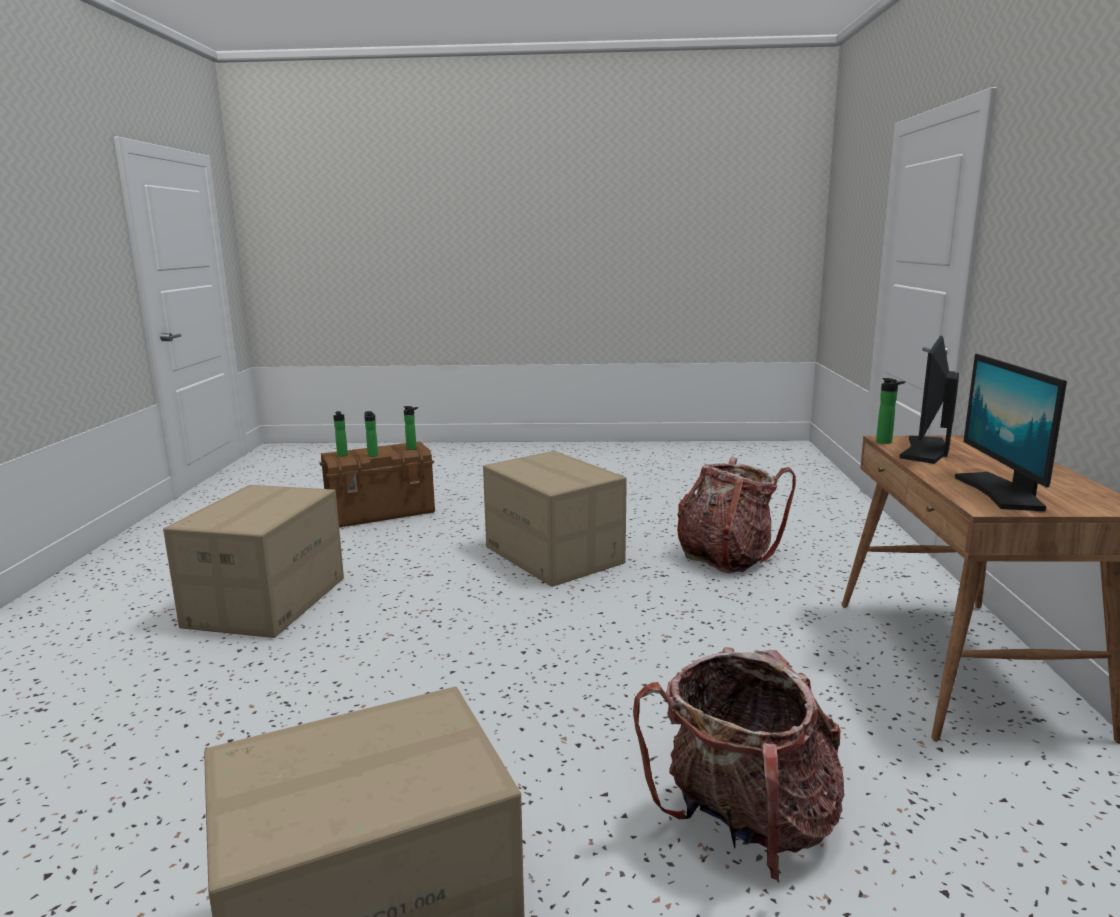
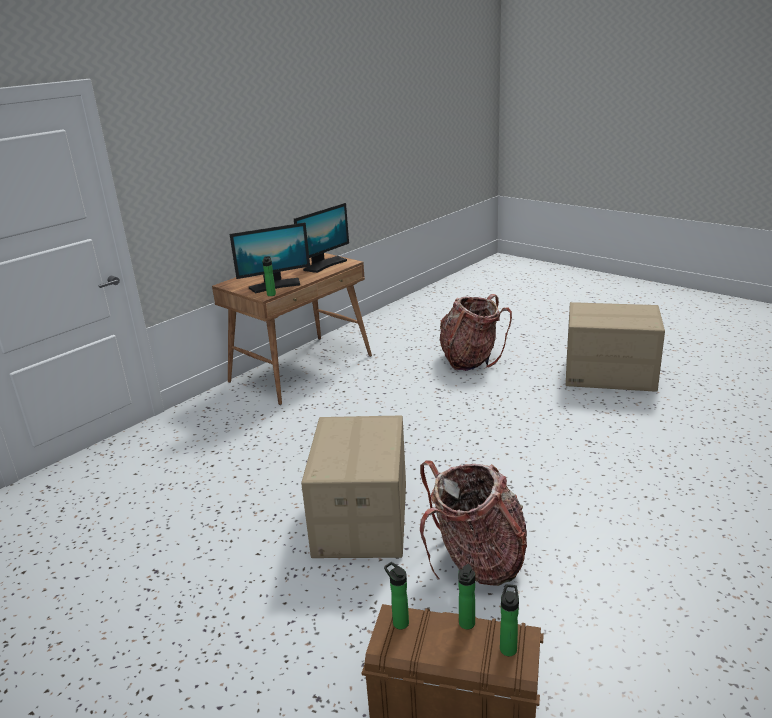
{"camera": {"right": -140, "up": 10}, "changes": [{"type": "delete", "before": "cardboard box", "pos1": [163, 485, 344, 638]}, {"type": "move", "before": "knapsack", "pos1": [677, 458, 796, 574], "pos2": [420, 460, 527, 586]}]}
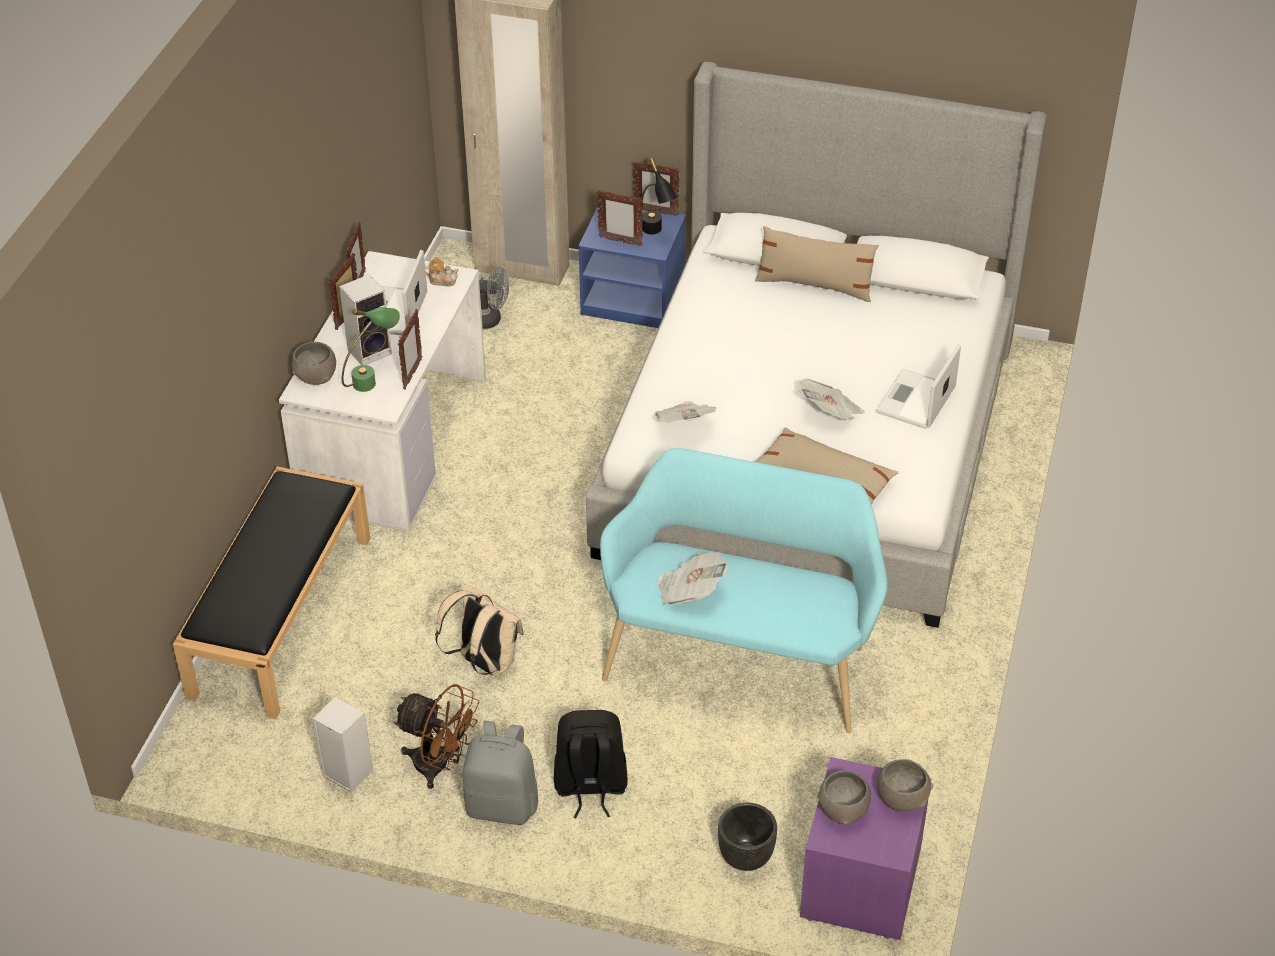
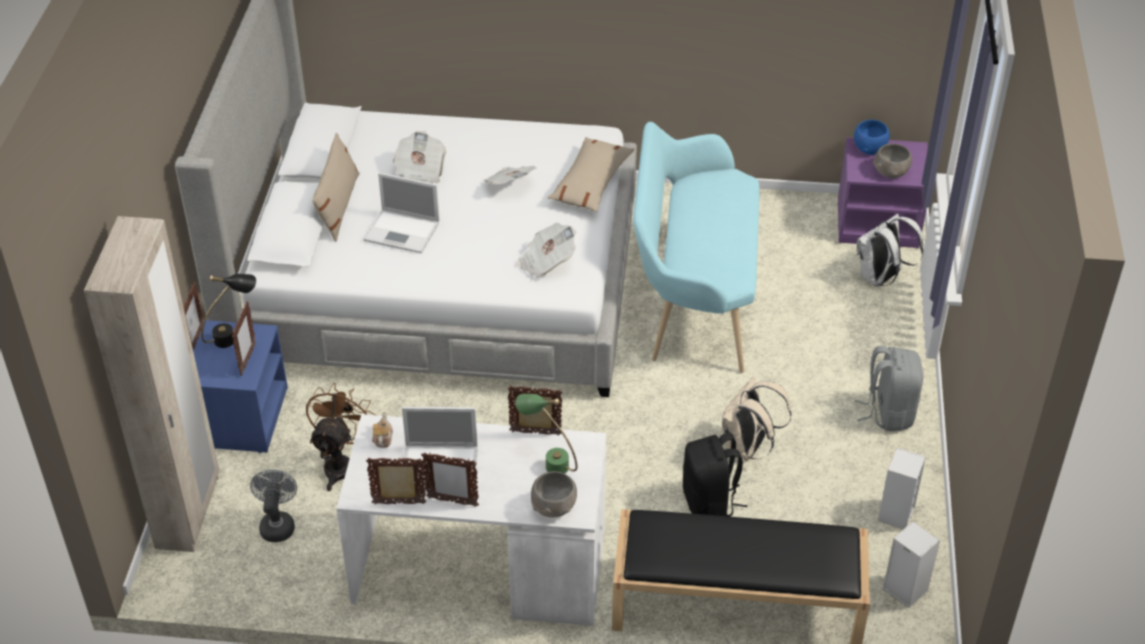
{"camera": {"right": -100, "up": 0}, "changes": [{"type": "move", "before": "audio speaker", "pos1": [339, 274, 392, 365], "pos2": [883, 521, 940, 608]}, {"type": "move", "before": "fan (brown-coloured)", "pos1": [393, 684, 479, 789], "pos2": [306, 383, 375, 491]}, {"type": "move", "before": "knapsack (blackish)", "pos1": [554, 710, 628, 818], "pos2": [683, 432, 747, 517]}, {"type": "move", "before": "newspaper", "pos1": [657, 552, 728, 605], "pos2": [393, 131, 446, 183]}, {"type": "move", "before": "portable computer", "pos1": [876, 344, 961, 429], "pos2": [364, 172, 440, 253]}, {"type": "replace", "before": "planter (blackish)", "after": "knapsack (white-coloured)", "pos1": [718, 802, 777, 871], "pos2": [857, 214, 923, 287]}, {"type": "recolor", "before": "serving bowl (gray)", "after": "serving bowl (bluish)", "pos1": [877, 759, 933, 812], "pos2": [854, 120, 890, 155]}]}
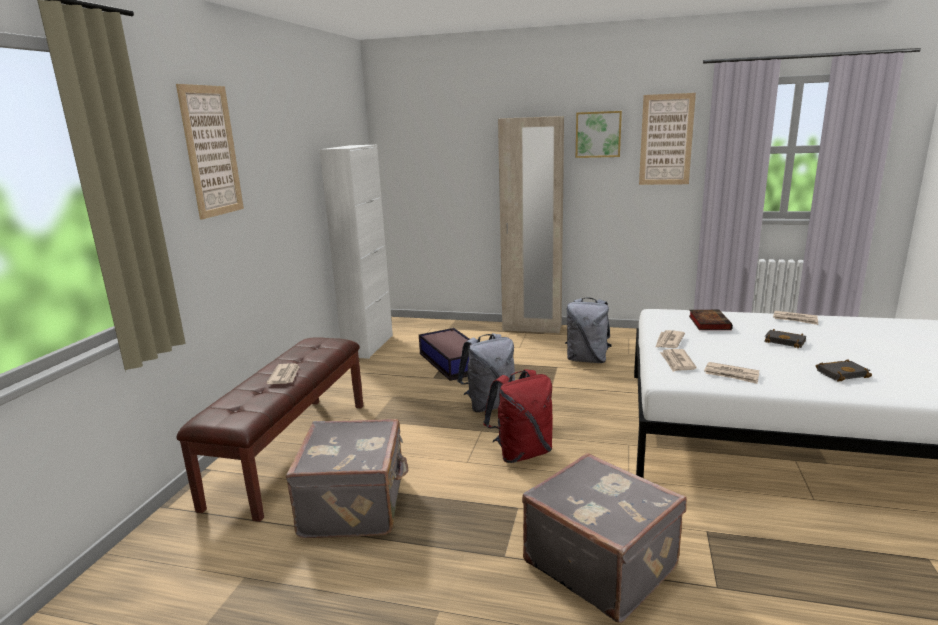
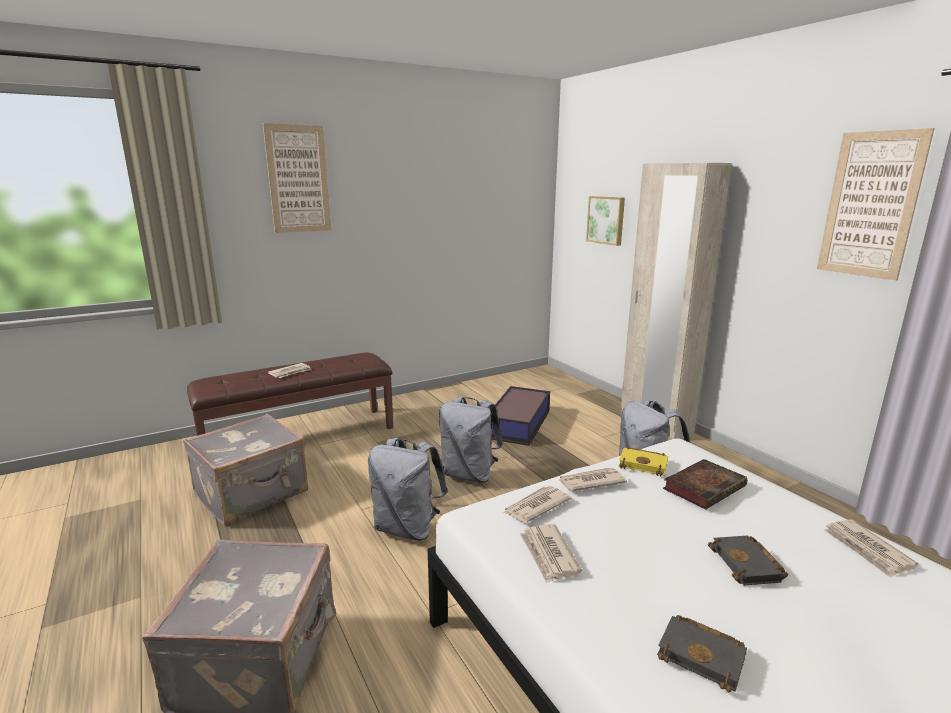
{"camera": {"right": 45, "up": 0}, "changes": [{"type": "delete", "before": "cupboard (white-coloured)", "pos1": [319, 145, 393, 359]}, {"type": "insert", "after": "volume (yellowish)", "pos2": [618, 446, 668, 476]}, {"type": "move", "before": "wall picture", "pos1": [576, 111, 622, 158], "pos2": [586, 196, 625, 246]}, {"type": "recolor", "before": "knapsack (red)", "after": "knapsack (gray)", "pos1": [483, 369, 553, 463], "pos2": [368, 437, 448, 540]}]}
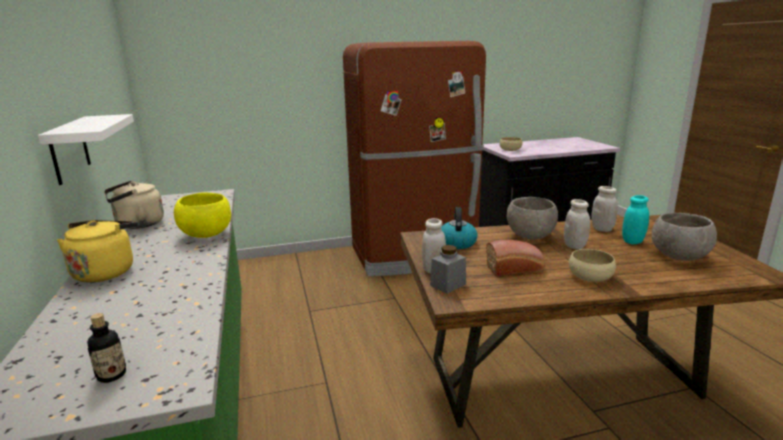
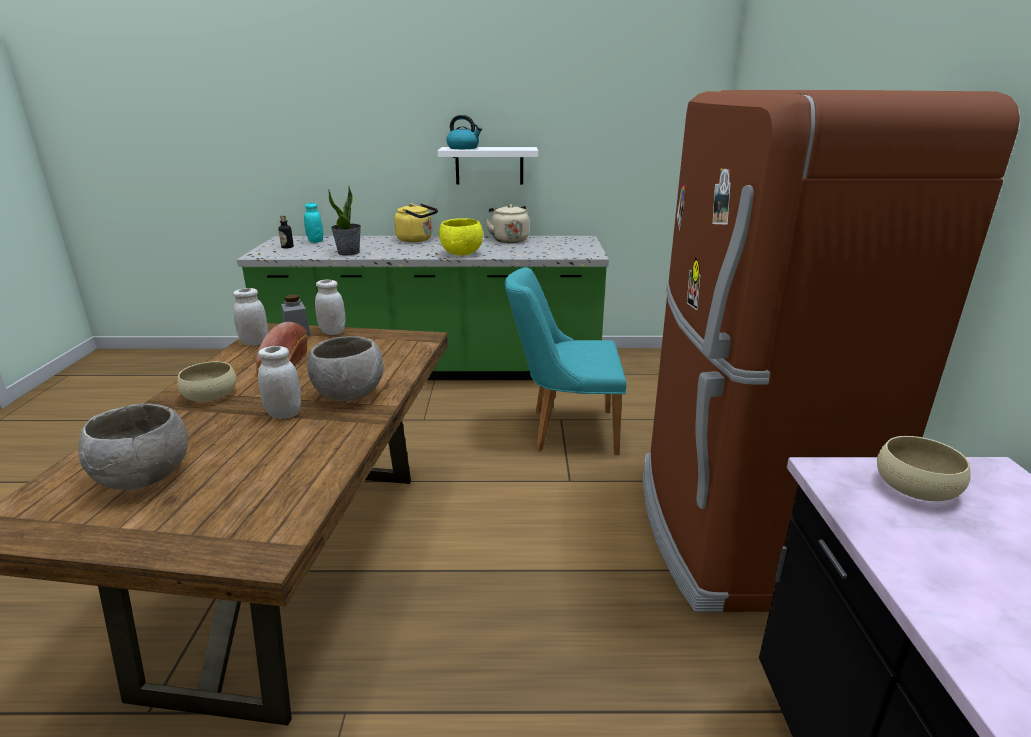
{"camera": {"right": 105, "up": 5}, "changes": [{"type": "insert", "after": "potted plant", "pos2": [328, 186, 361, 256]}, {"type": "insert", "after": "upright chair (turquoise)", "pos2": [505, 267, 626, 455]}, {"type": "move", "before": "tea kettle", "pos1": [441, 207, 478, 249], "pos2": [446, 115, 482, 149]}, {"type": "move", "before": "storage jar (white-coloured)", "pos1": [591, 186, 618, 232], "pos2": [233, 288, 268, 346]}, {"type": "move", "before": "storage jar (turquoise)", "pos1": [622, 195, 649, 244], "pos2": [304, 203, 323, 243]}]}
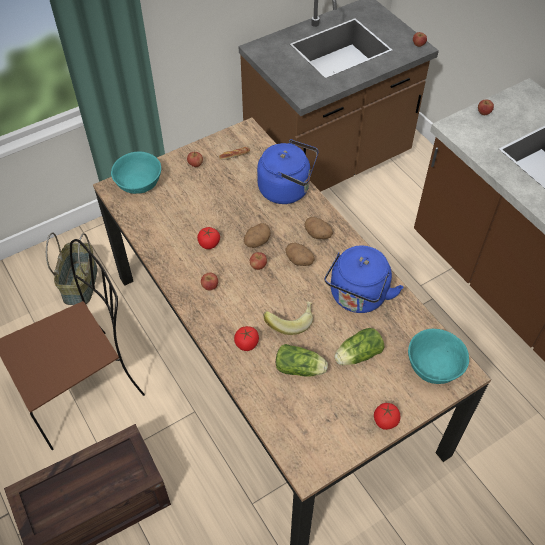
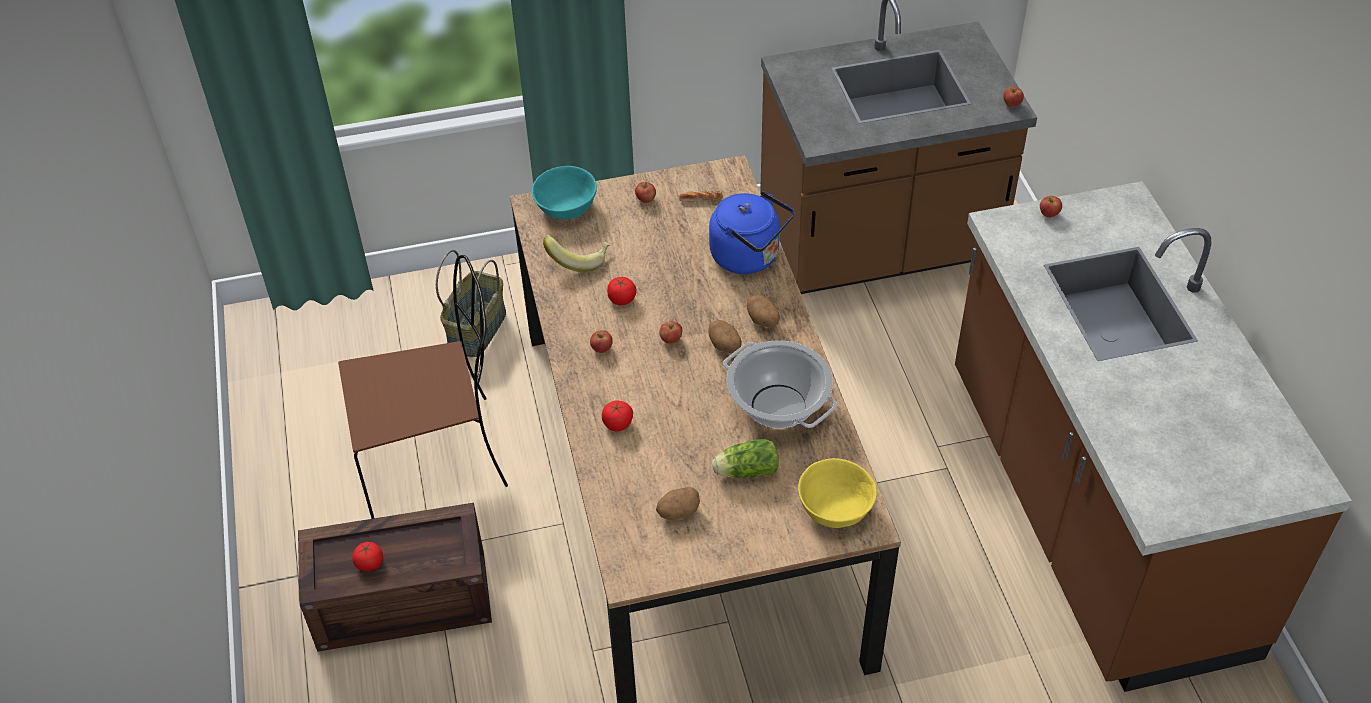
{"camera": {"right": 20, "up": -5}, "changes": [{"type": "delete", "before": "lettuce", "pos1": [276, 344, 328, 377]}, {"type": "move", "before": "whole potato", "pos1": [244, 223, 271, 248], "pos2": [656, 487, 700, 520]}, {"type": "move", "before": "banana", "pos1": [264, 302, 313, 335], "pos2": [543, 235, 610, 272]}, {"type": "move", "before": "whole tomato", "pos1": [374, 403, 400, 430], "pos2": [352, 542, 383, 571]}, {"type": "replace", "before": "tea kettle (bluish)", "after": "saucepot", "pos1": [324, 246, 403, 313], "pos2": [723, 340, 837, 428]}, {"type": "recolor", "before": "serving bowl (turquoise)", "after": "serving bowl (yellowish)", "pos1": [408, 329, 469, 384], "pos2": [798, 458, 877, 528]}]}
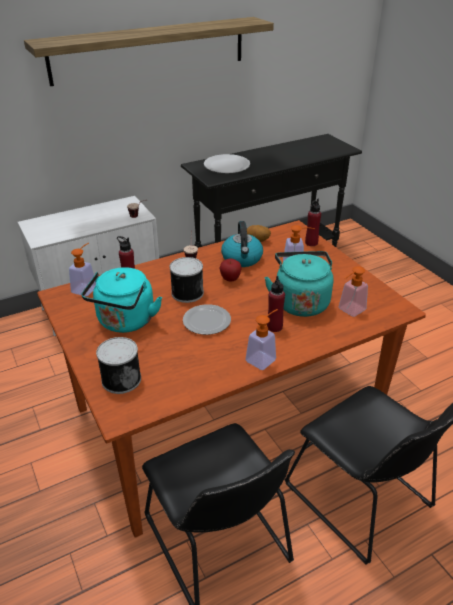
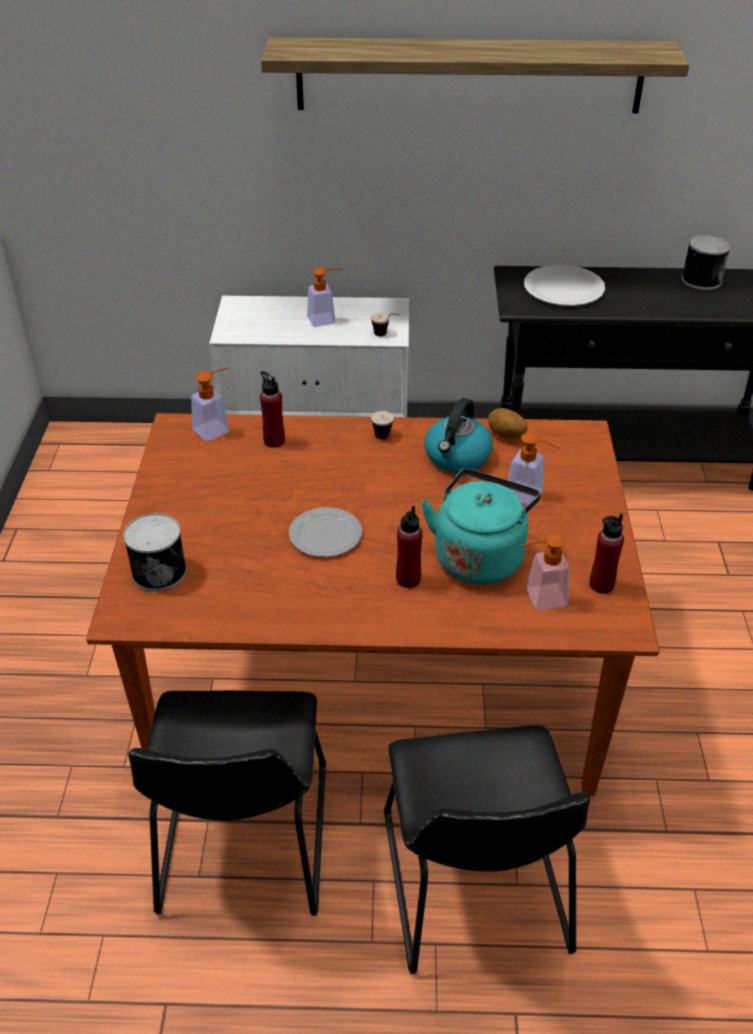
{"camera": {"right": 30, "up": 5}, "changes": [{"type": "delete", "before": "tea kettle (turquoise)", "pos1": [81, 267, 162, 333]}, {"type": "delete", "before": "whole apple", "pos1": [220, 258, 242, 282]}, {"type": "move", "before": "metal can", "pos1": [170, 257, 204, 303], "pos2": [681, 234, 731, 290]}, {"type": "move", "before": "liquid soap bottle", "pos1": [245, 309, 278, 370], "pos2": [307, 268, 343, 327]}, {"type": "move", "before": "beverage bottle (red)", "pos1": [305, 199, 321, 246], "pos2": [589, 514, 624, 594]}]}
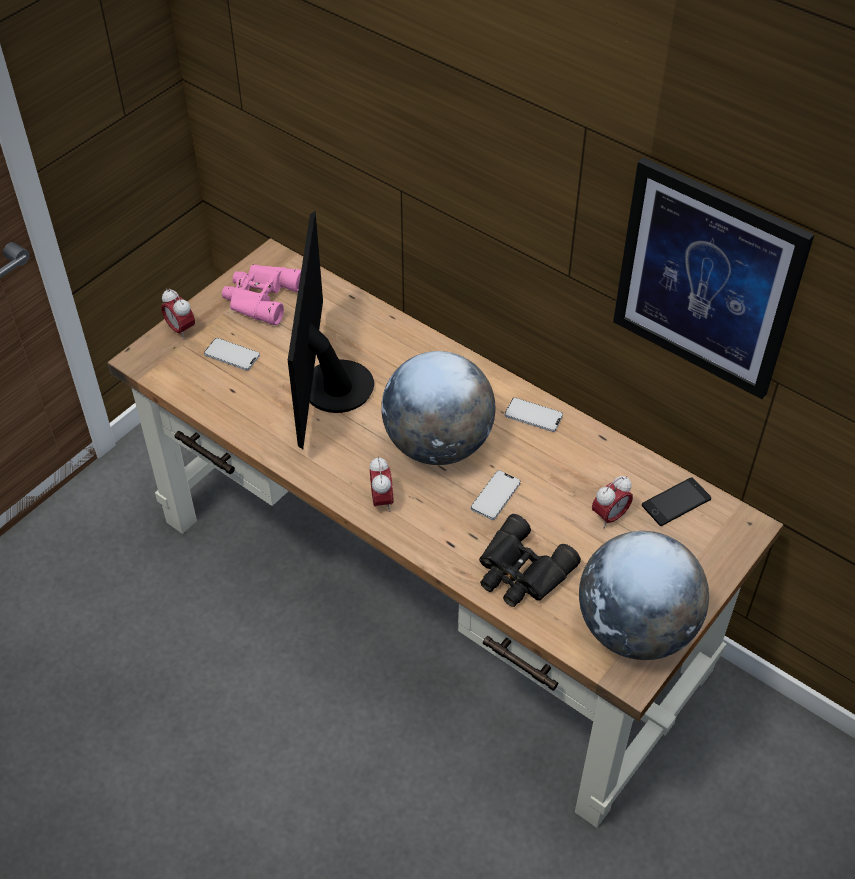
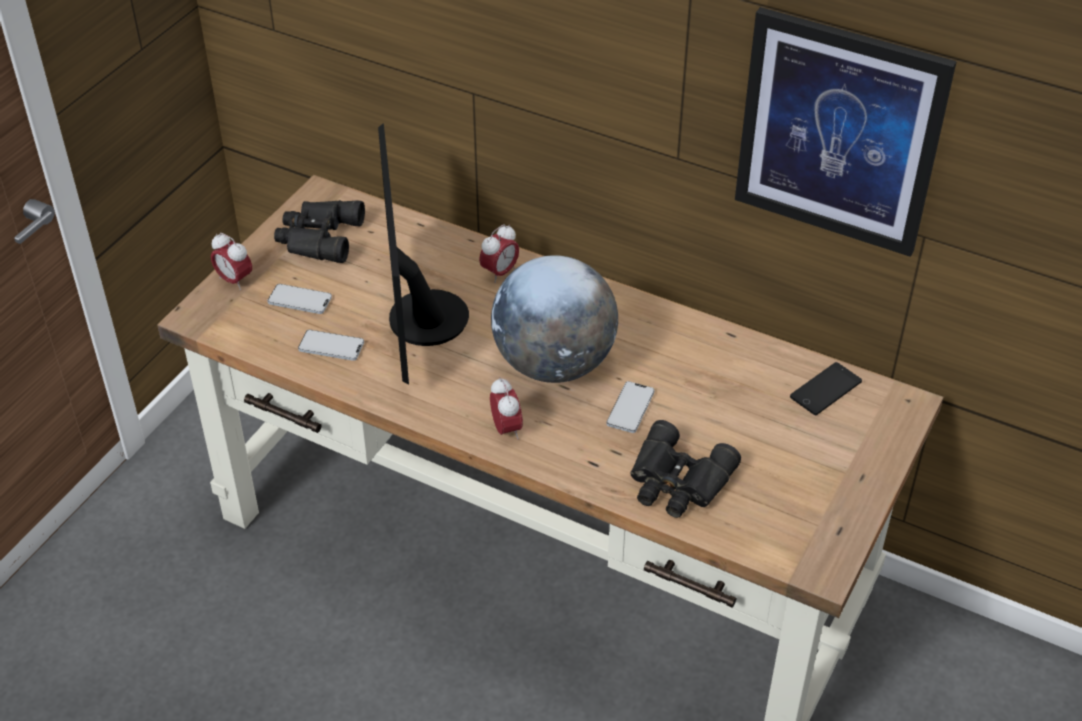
{"camera": {"right": -10, "up": -5}, "changes": [{"type": "delete", "before": "world globe", "pos1": [579, 531, 709, 660]}, {"type": "move", "before": "telephone", "pos1": [505, 397, 563, 432], "pos2": [298, 330, 364, 361]}, {"type": "move", "before": "alarm clock", "pos1": [592, 476, 633, 528], "pos2": [479, 224, 519, 283]}, {"type": "recolor", "before": "pair of binoculars (pink)", "after": "pair of binoculars (blackish)", "pos1": [222, 265, 301, 325], "pos2": [274, 200, 365, 263]}]}
